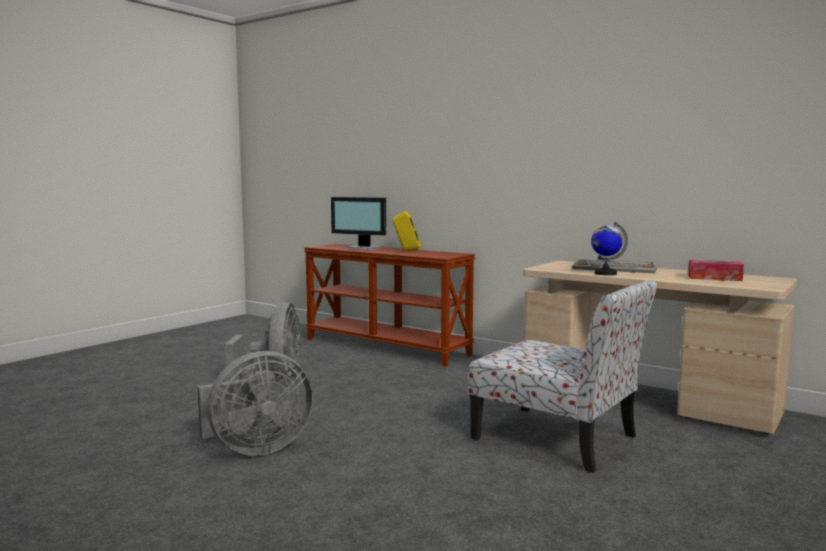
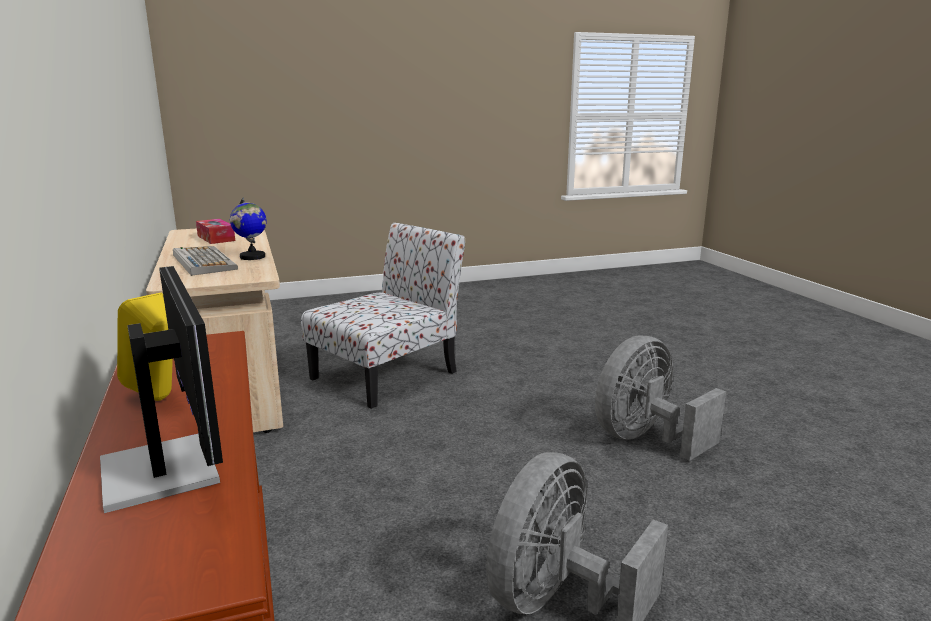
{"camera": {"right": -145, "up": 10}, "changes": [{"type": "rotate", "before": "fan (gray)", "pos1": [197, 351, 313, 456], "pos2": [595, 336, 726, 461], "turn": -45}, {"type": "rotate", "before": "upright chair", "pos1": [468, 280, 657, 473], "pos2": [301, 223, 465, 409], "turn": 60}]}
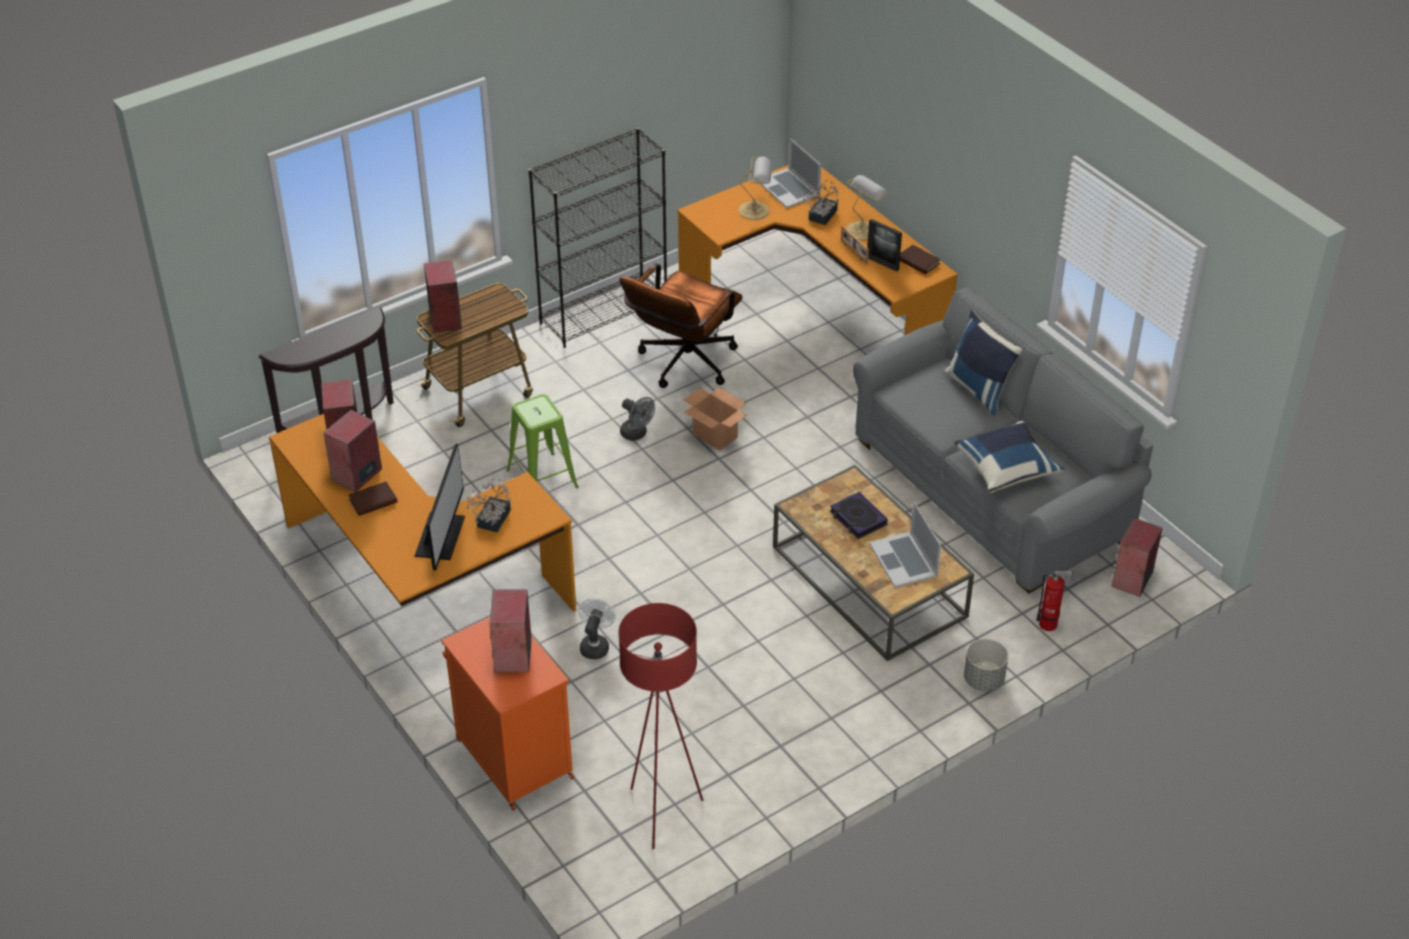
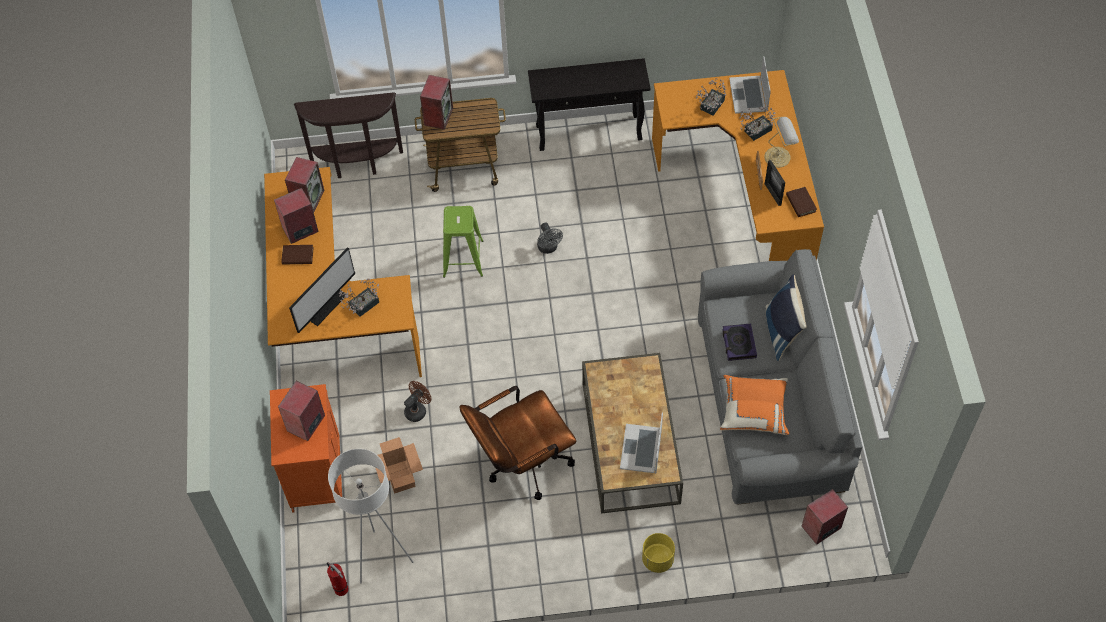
{"camera": {"right": 30, "up": 15}, "changes": [{"type": "move", "before": "computer chair (brown-coloured)", "pos1": [620, 263, 742, 388], "pos2": [460, 386, 576, 500]}, {"type": "move", "before": "cardboard box", "pos1": [684, 387, 747, 451], "pos2": [375, 437, 423, 494]}, {"type": "move", "before": "volume", "pos1": [830, 492, 888, 539], "pos2": [722, 323, 757, 361]}, {"type": "move", "before": "fire extinguisher", "pos1": [1036, 570, 1074, 631], "pos2": [327, 562, 349, 596]}, {"type": "replace", "before": "bookshelf (blackish)", "after": "narrow table (blackish)", "pos1": [528, 128, 667, 348], "pos2": [528, 58, 650, 151]}, {"type": "replace", "before": "lamp for a table", "after": "potted plant", "pos1": [738, 157, 772, 220], "pos2": [695, 78, 726, 116]}, {"type": "recolor", "before": "fan (white-coloured)", "after": "fan (brown-coloured)", "pos1": [578, 598, 616, 659], "pos2": [404, 381, 431, 422]}, {"type": "recolor", "before": "standard lamp (red)", "after": "standard lamp (white-coloured)", "pos1": [618, 603, 704, 849], "pos2": [328, 449, 414, 583]}, {"type": "recolor", "before": "pillow (bluish)", "after": "pillow (orange)", "pos1": [954, 421, 1065, 493], "pos2": [720, 375, 789, 435]}, {"type": "recolor", "before": "planter (gray)", "after": "planter (yellowish)", "pos1": [964, 639, 1008, 692], "pos2": [642, 533, 675, 573]}]}
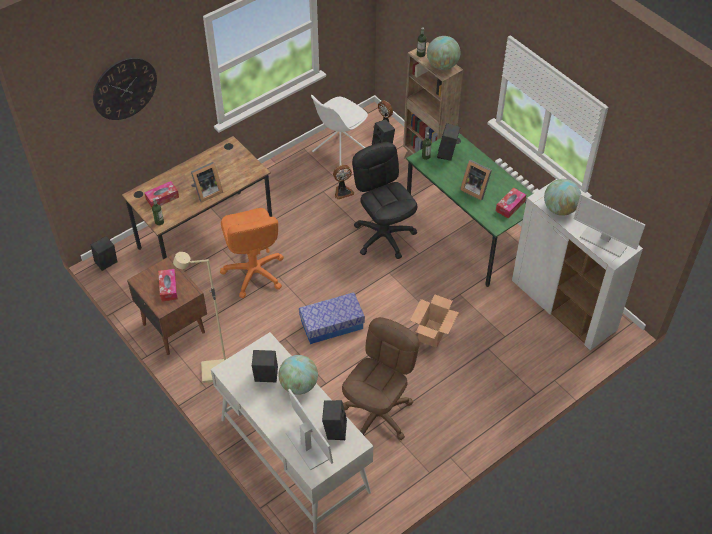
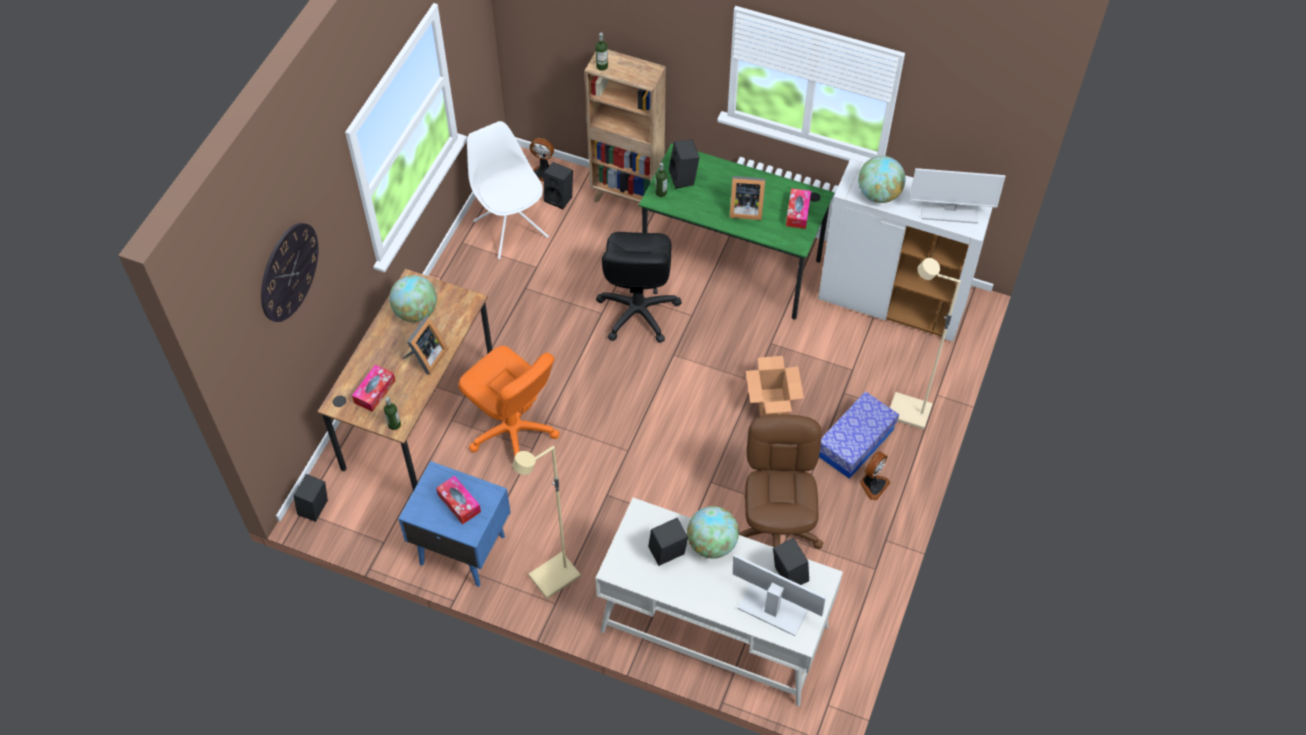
{"camera": {"right": -30, "up": 5}, "changes": [{"type": "insert", "after": "standard lamp (beige-coloured)", "pos2": [890, 258, 961, 429]}, {"type": "move", "before": "storage container", "pos1": [299, 292, 365, 344], "pos2": [819, 391, 899, 479]}, {"type": "move", "before": "fan", "pos1": [333, 165, 354, 200], "pos2": [860, 451, 890, 500]}, {"type": "move", "before": "world globe", "pos1": [427, 36, 461, 70], "pos2": [389, 275, 437, 322]}, {"type": "recolor", "before": "nightstand (brown-coloured)", "after": "nightstand (bluish)", "pos1": [127, 256, 207, 355], "pos2": [398, 461, 511, 587]}, {"type": "rotate", "before": "upright chair (white-coloured)", "pos1": [311, 95, 368, 172], "pos2": [467, 121, 549, 259], "turn": 135}, {"type": "rotate", "before": "computer chair (blackish)", "pos1": [352, 142, 417, 259], "pos2": [596, 232, 682, 343], "turn": -120}]}
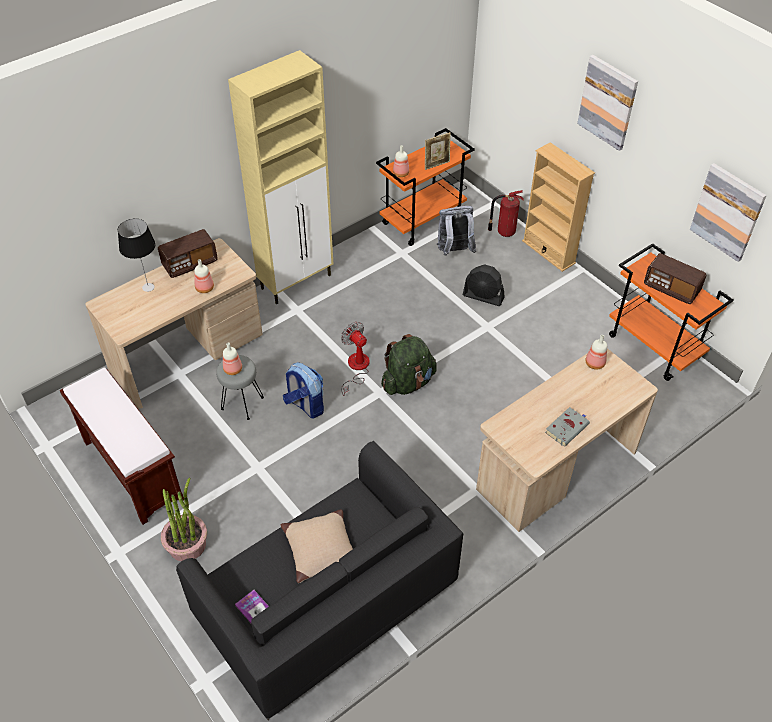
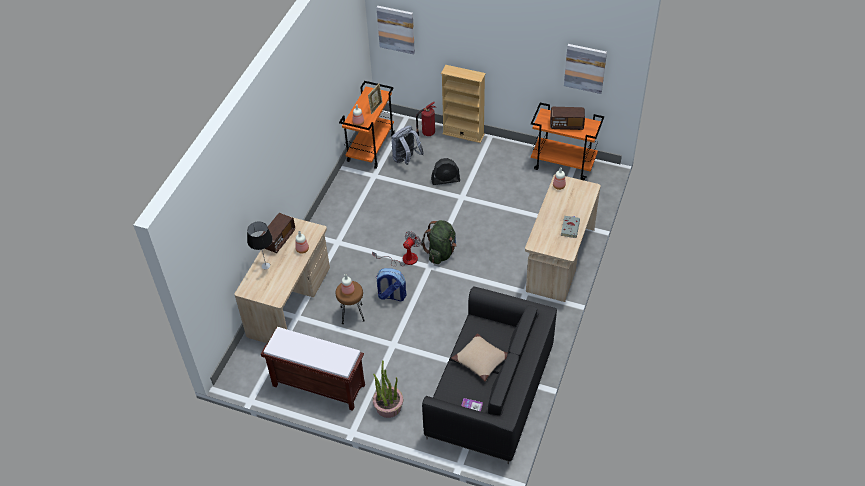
{"camera": {"right": -30, "up": 0}, "changes": [{"type": "delete", "before": "cupboard (beige-coloured)", "pos1": [228, 50, 333, 304]}, {"type": "move", "before": "wall picture", "pos1": [577, 55, 638, 151], "pos2": [376, 6, 415, 54]}, {"type": "recolor", "before": "sitting stool (gray)", "after": "sitting stool (brown-coloured)", "pos1": [216, 355, 264, 420], "pos2": [336, 281, 365, 324]}, {"type": "rotate", "before": "fan", "pos1": [341, 322, 370, 396], "pos2": [372, 231, 421, 267], "turn": 105}]}
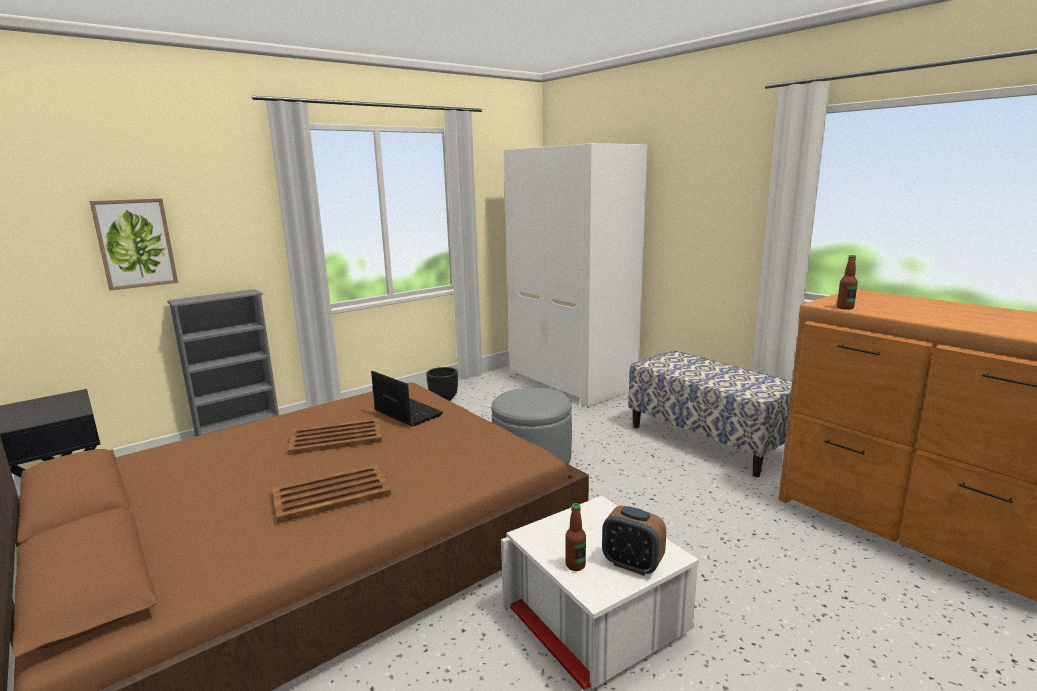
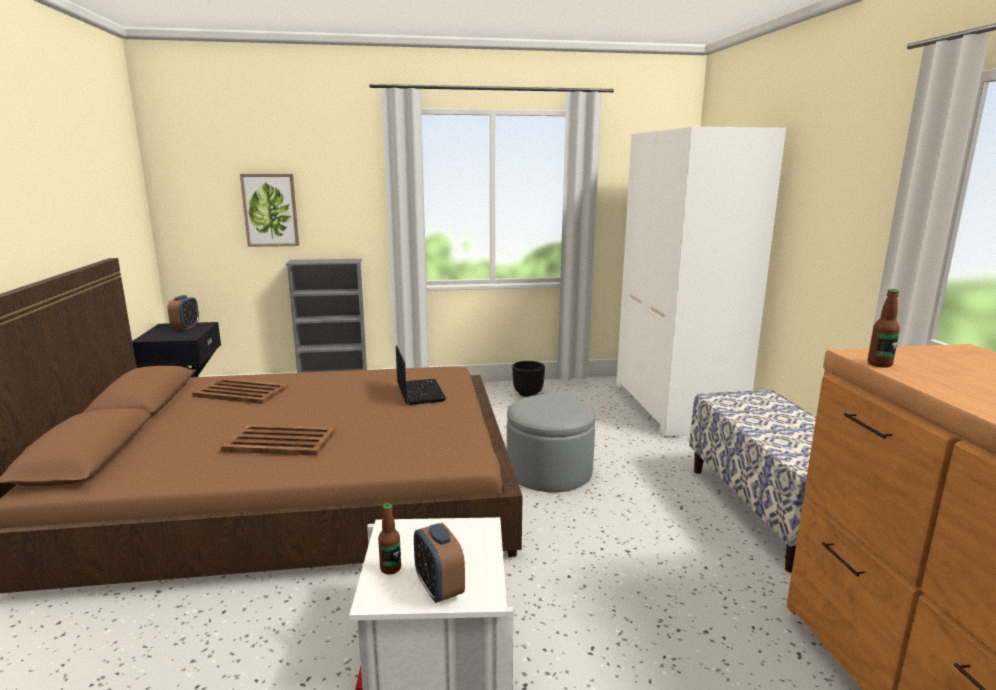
{"camera": {"right": 30, "up": 0}, "changes": [{"type": "insert", "after": "alarm clock", "pos2": [168, 295, 199, 330]}, {"type": "move", "before": "tray (brown-coloured)", "pos1": [288, 418, 382, 455], "pos2": [192, 378, 288, 404]}]}
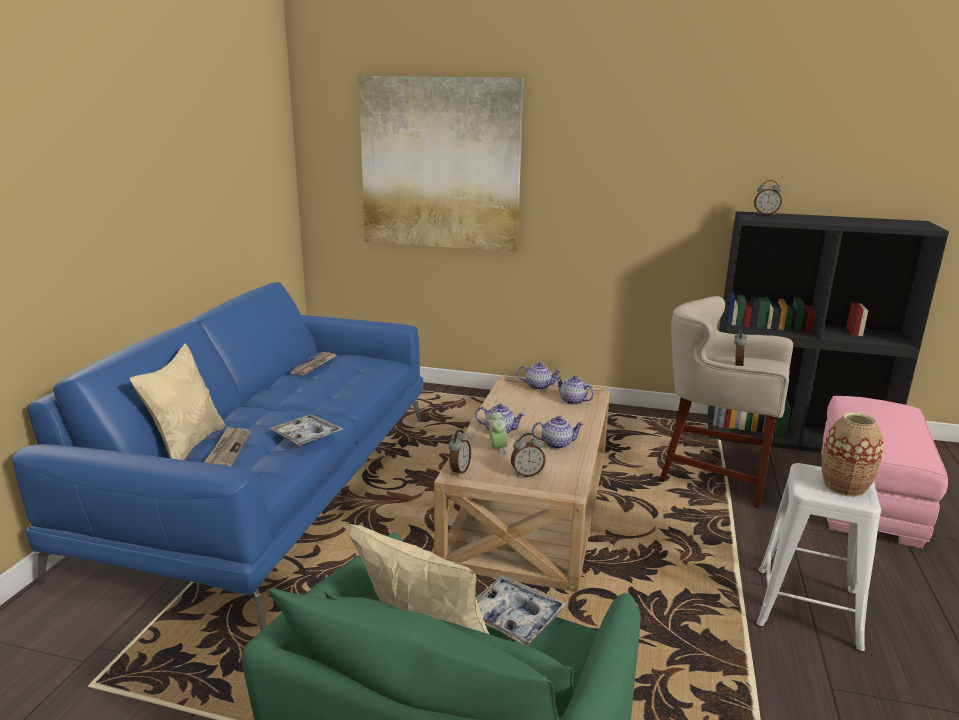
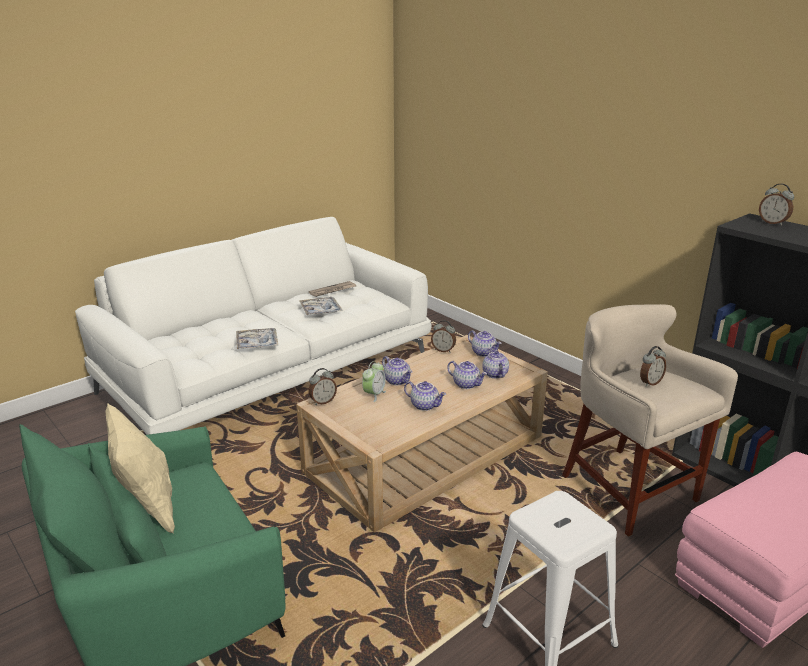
{"camera": {"right": 35, "up": 5}, "changes": [{"type": "delete", "before": "pillow (beige-coloured)", "pos1": [130, 343, 225, 460]}, {"type": "delete", "before": "newspaper", "pos1": [204, 427, 250, 466]}, {"type": "delete", "before": "wall picture", "pos1": [358, 76, 523, 252]}, {"type": "delete", "before": "flower vase", "pos1": [822, 412, 883, 497]}, {"type": "insert", "after": "teapot", "pos2": [447, 361, 487, 389]}, {"type": "move", "before": "tray", "pos1": [476, 576, 567, 646], "pos2": [299, 297, 343, 315]}, {"type": "move", "before": "alarm clock", "pos1": [511, 433, 546, 477], "pos2": [431, 320, 456, 352]}, {"type": "recolor", "before": "sofa (bluish)", "after": "sofa (white-coloured)", "pos1": [12, 282, 424, 631], "pos2": [75, 217, 431, 435]}]}
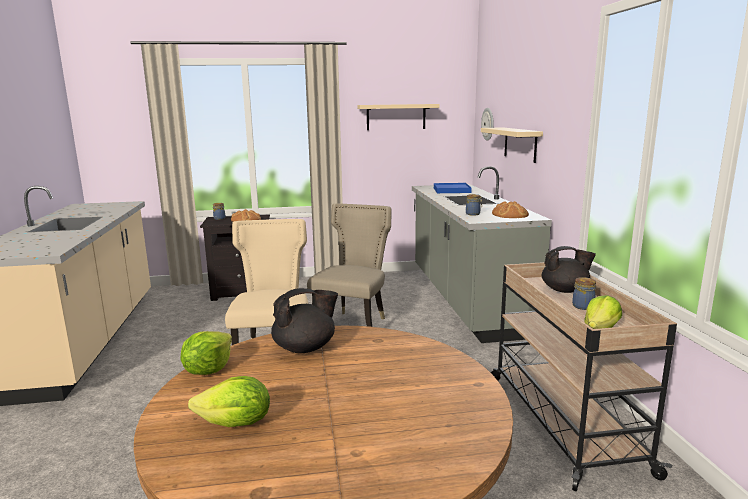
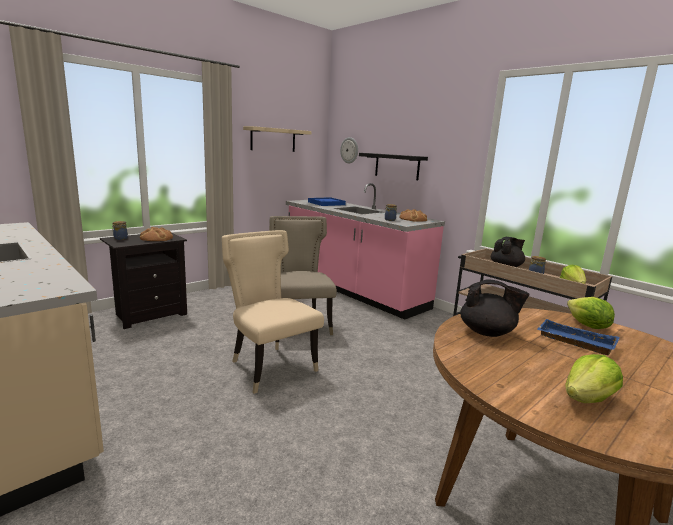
{"camera": {"right": -35, "up": 0}, "changes": [{"type": "insert", "after": "tray (bluish)", "pos2": [537, 319, 620, 355]}, {"type": "move", "before": "lettuce", "pos1": [180, 331, 232, 375], "pos2": [567, 297, 615, 329]}, {"type": "recolor", "before": "counter (gray)", "after": "counter (pink)", "pos1": [412, 166, 552, 343], "pos2": [286, 183, 445, 319]}, {"type": "recolor", "before": "shelf (beige-coloured)", "after": "shelf (blackish)", "pos1": [481, 127, 543, 163], "pos2": [359, 153, 428, 180]}, {"type": "rotate", "before": "teapot (blackish)", "pos1": [271, 288, 338, 353], "pos2": [460, 279, 530, 337], "turn": 75}]}
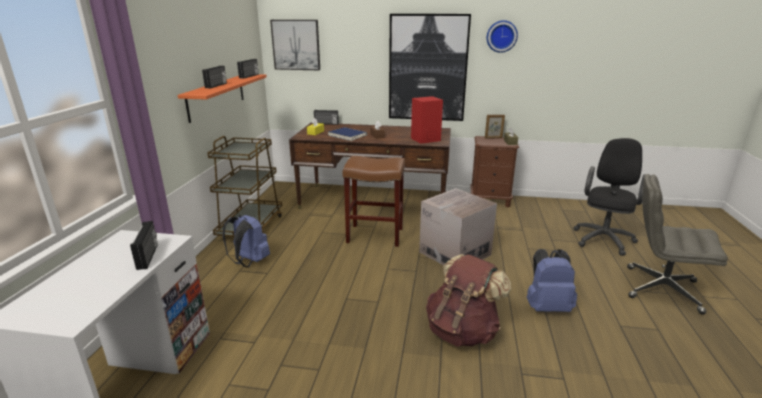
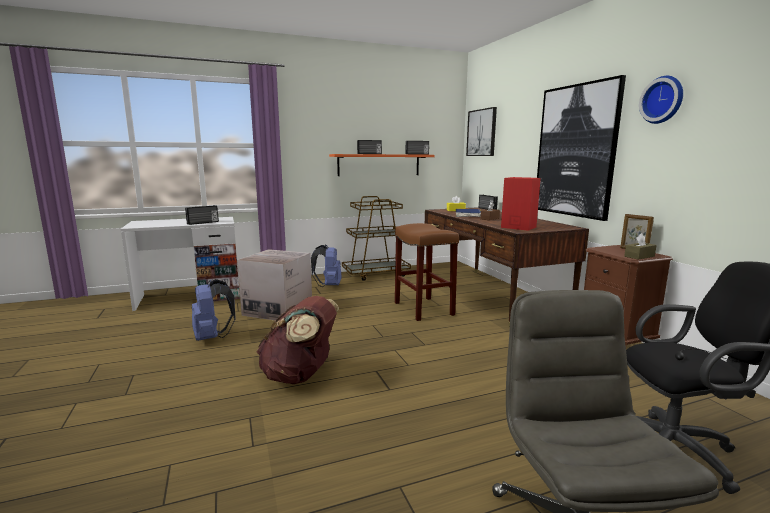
{"camera": {"right": 60, "up": -10}, "changes": [{"type": "move", "before": "cardboard box", "pos1": [419, 188, 497, 265], "pos2": [237, 249, 312, 321]}, {"type": "move", "before": "knapsack (bluish)", "pos1": [527, 249, 577, 312], "pos2": [192, 279, 236, 341]}]}
